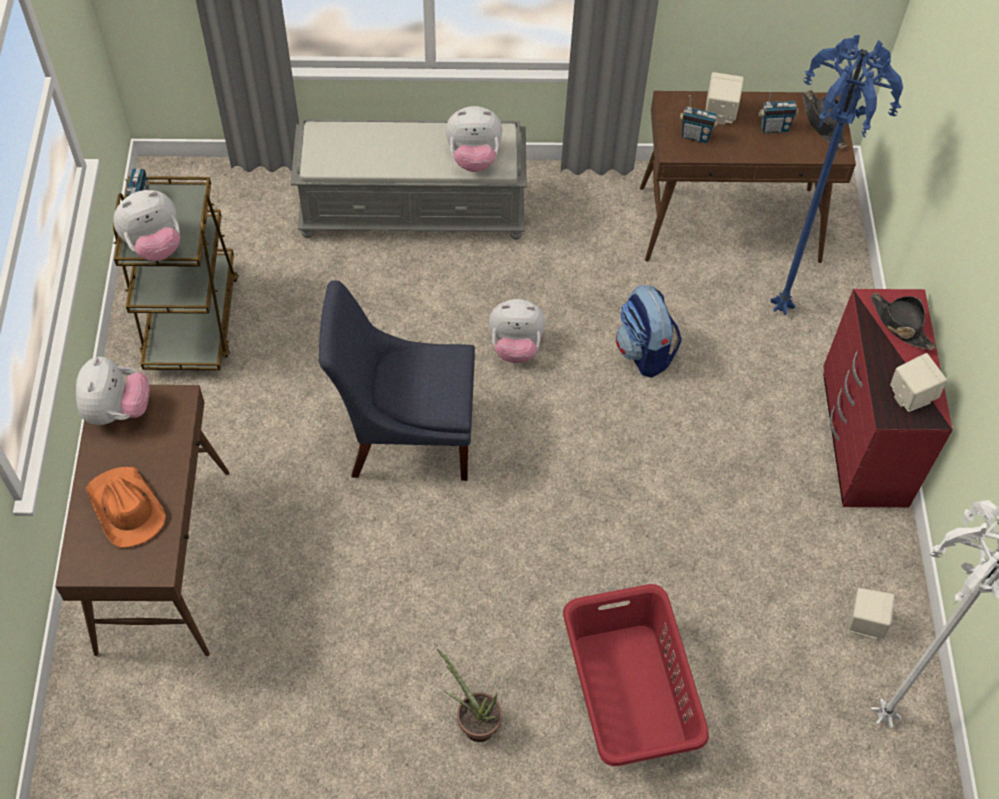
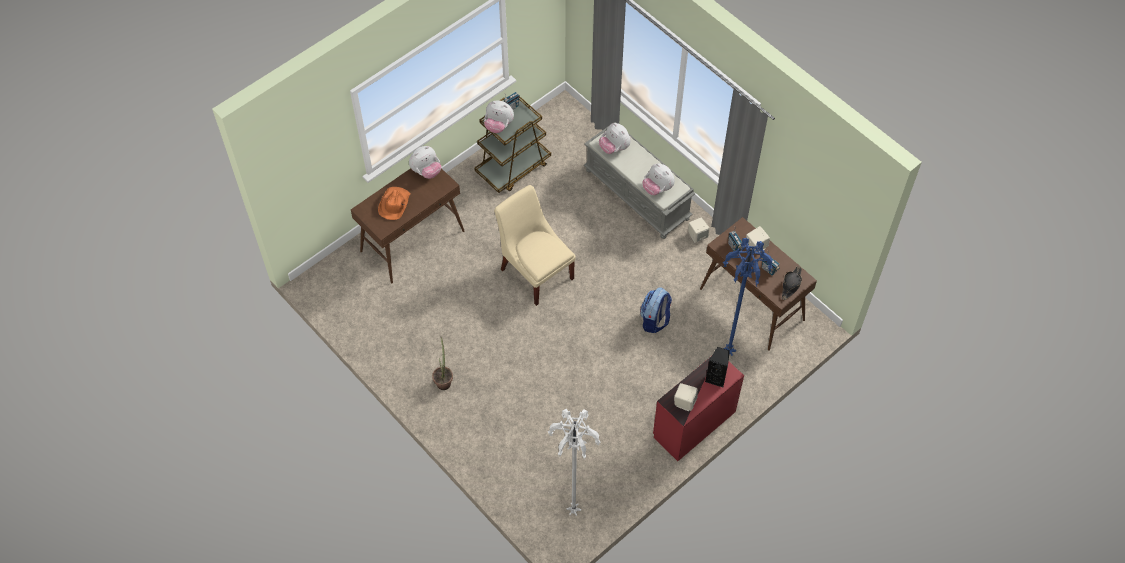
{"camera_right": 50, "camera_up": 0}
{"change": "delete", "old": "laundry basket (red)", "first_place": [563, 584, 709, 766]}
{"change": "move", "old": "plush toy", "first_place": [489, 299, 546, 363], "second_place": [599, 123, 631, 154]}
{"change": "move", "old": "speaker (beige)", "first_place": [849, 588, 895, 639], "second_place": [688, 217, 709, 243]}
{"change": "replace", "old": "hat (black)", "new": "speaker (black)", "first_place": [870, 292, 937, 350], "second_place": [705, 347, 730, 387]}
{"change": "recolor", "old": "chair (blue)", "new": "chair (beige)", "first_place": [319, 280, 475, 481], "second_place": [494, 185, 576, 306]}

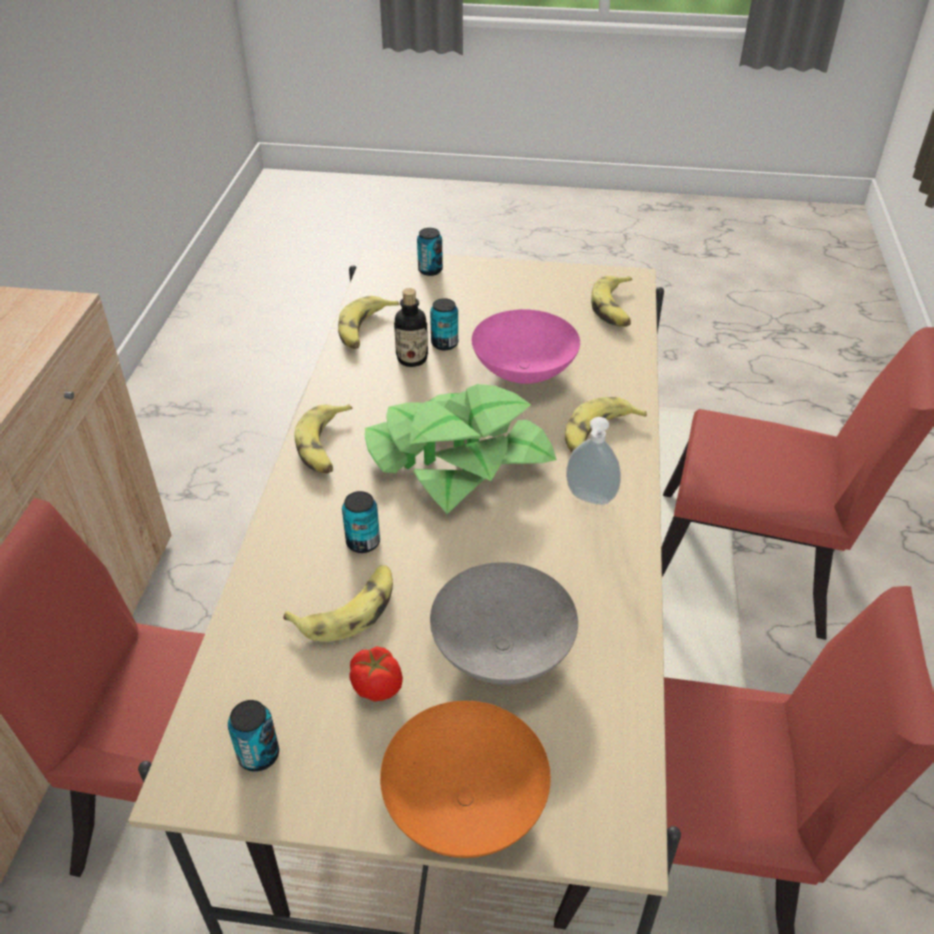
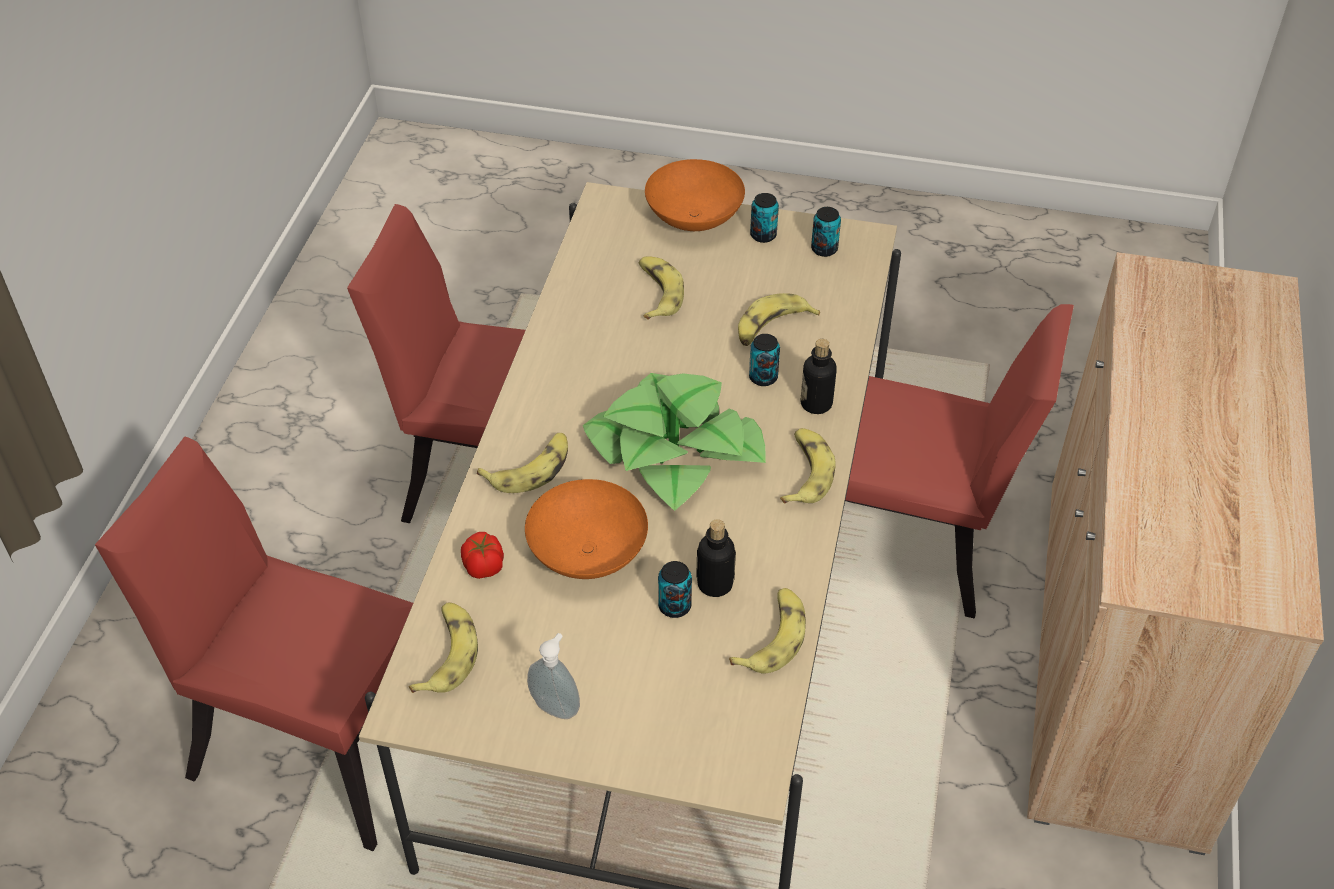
{"camera_right": -175, "camera_up": 5}
{"change": "insert", "new": "bottle", "second_place": [801, 339, 837, 414]}
{"change": "move", "old": "tomato", "first_place": [349, 646, 403, 702], "second_place": [461, 532, 504, 579]}
{"change": "move", "old": "can", "first_place": [417, 228, 443, 276], "second_place": [750, 193, 779, 243]}
{"change": "move", "old": "soap dispenser", "first_place": [566, 417, 621, 505], "second_place": [527, 633, 580, 719]}
{"change": "replace", "old": "bowl (grey)", "new": "banana", "first_place": [430, 562, 578, 685], "second_place": [639, 256, 684, 320]}
{"change": "recolor", "old": "bowl (pink)", "new": "bowl (orange)", "first_place": [472, 309, 580, 384], "second_place": [525, 479, 648, 579]}

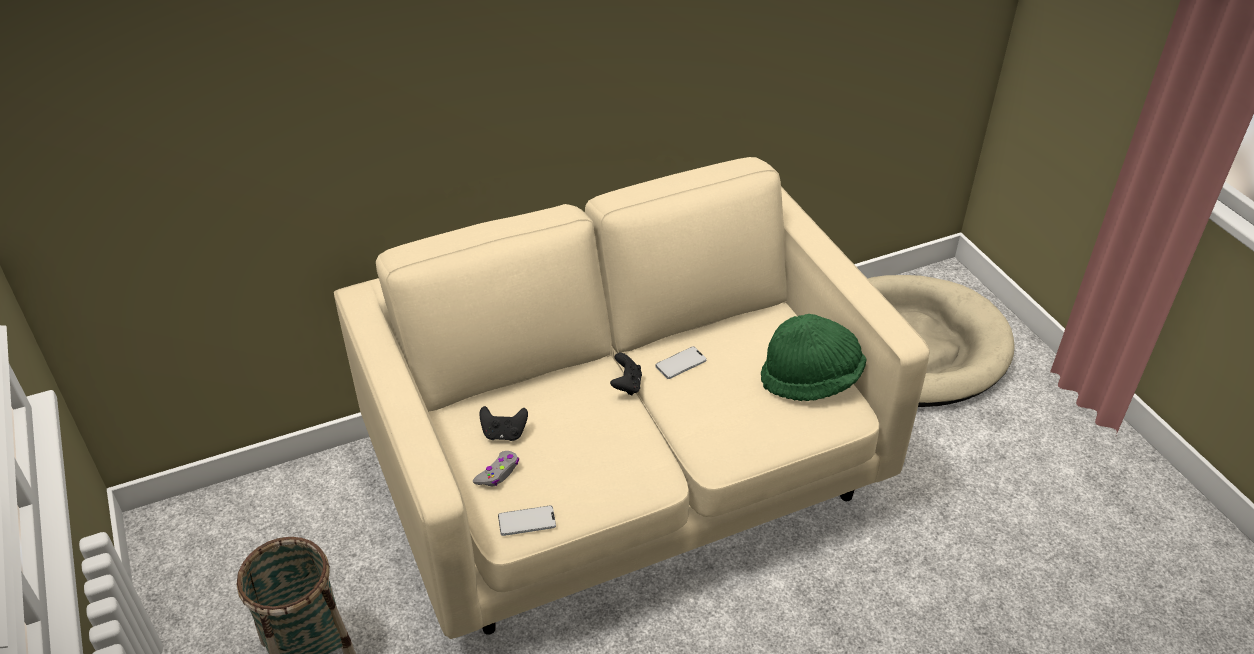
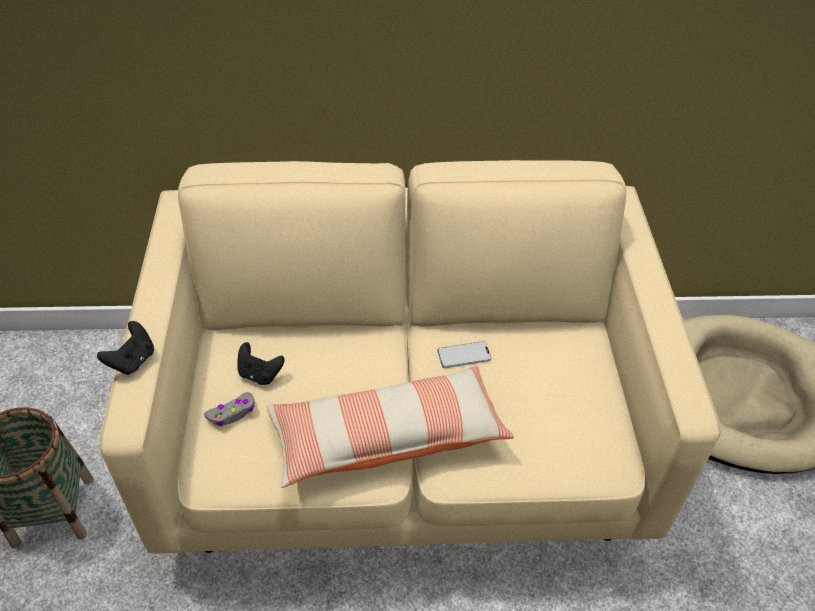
{"camera_right": 20, "camera_up": 5}
{"change": "delete", "old": "phone", "first_place": [498, 506, 556, 536]}
{"change": "delete", "old": "hat (green)", "first_place": [761, 314, 866, 401]}
{"change": "insert", "new": "pillow", "second_place": [267, 366, 514, 488]}
{"change": "move", "old": "game controller (black)", "first_place": [610, 353, 642, 395], "second_place": [97, 321, 154, 375]}

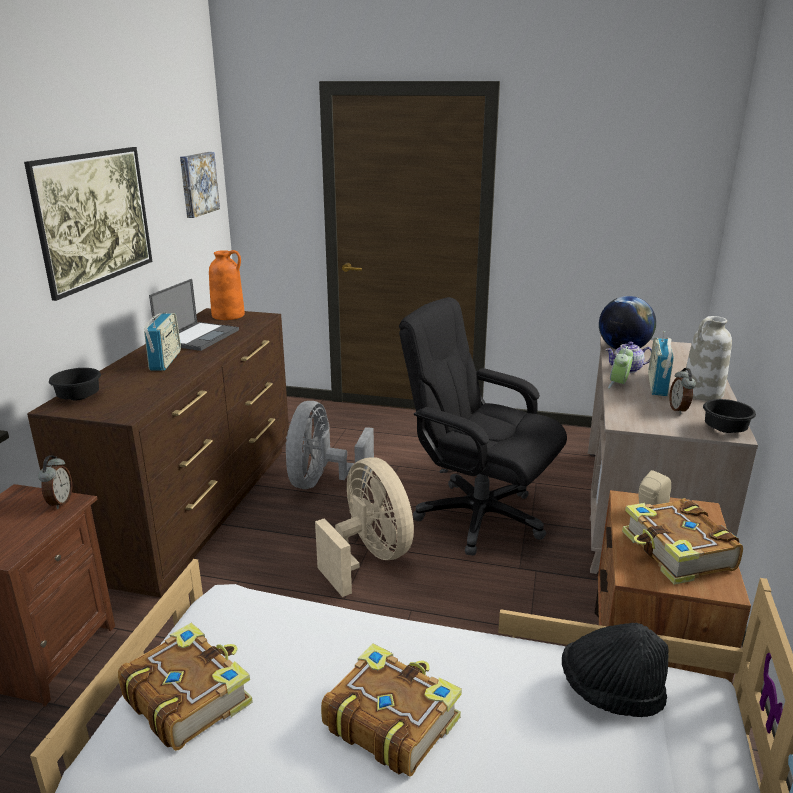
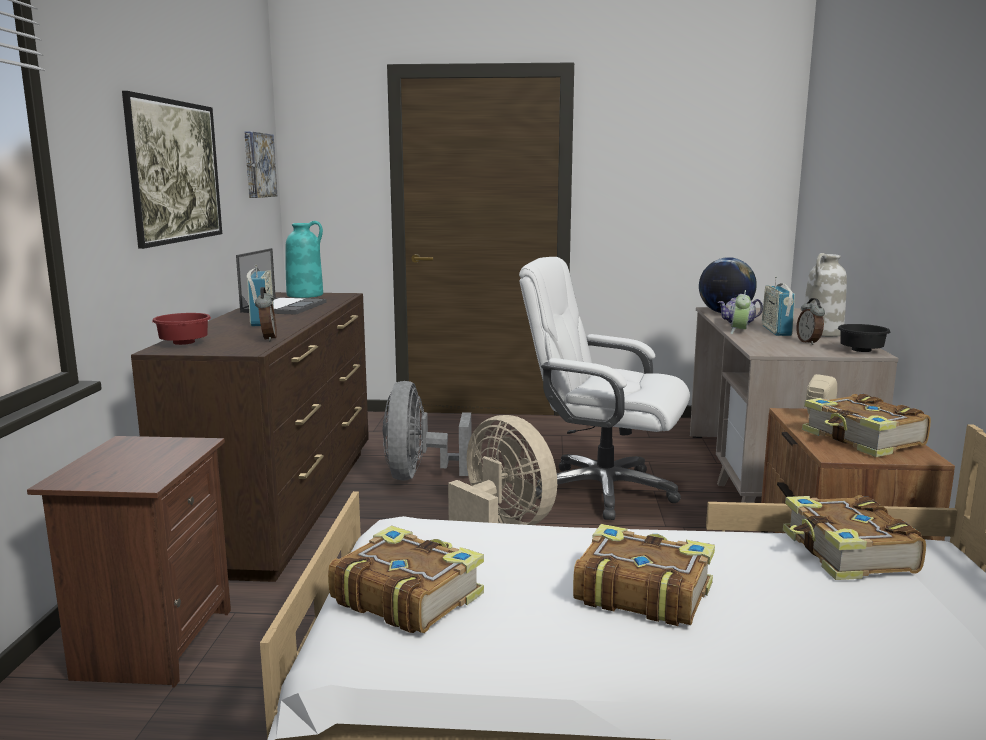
{"camera_right": -10, "camera_up": -10}
{"change": "move", "old": "alarm clock", "first_place": [38, 455, 72, 509], "second_place": [255, 287, 277, 341]}
{"change": "replace", "old": "hat (black)", "new": "book", "first_place": [562, 623, 669, 717], "second_place": [783, 495, 926, 580]}
{"change": "recolor", "old": "bowl (black)", "new": "bowl (red)", "first_place": [49, 368, 101, 400], "second_place": [152, 313, 211, 345]}
{"change": "recolor", "old": "vase (orange)", "new": "vase (turquoise)", "first_place": [209, 250, 245, 320], "second_place": [286, 221, 323, 298]}
{"change": "recolor", "old": "office chair (black)", "new": "office chair (white)", "first_place": [399, 297, 567, 556], "second_place": [519, 257, 690, 520]}

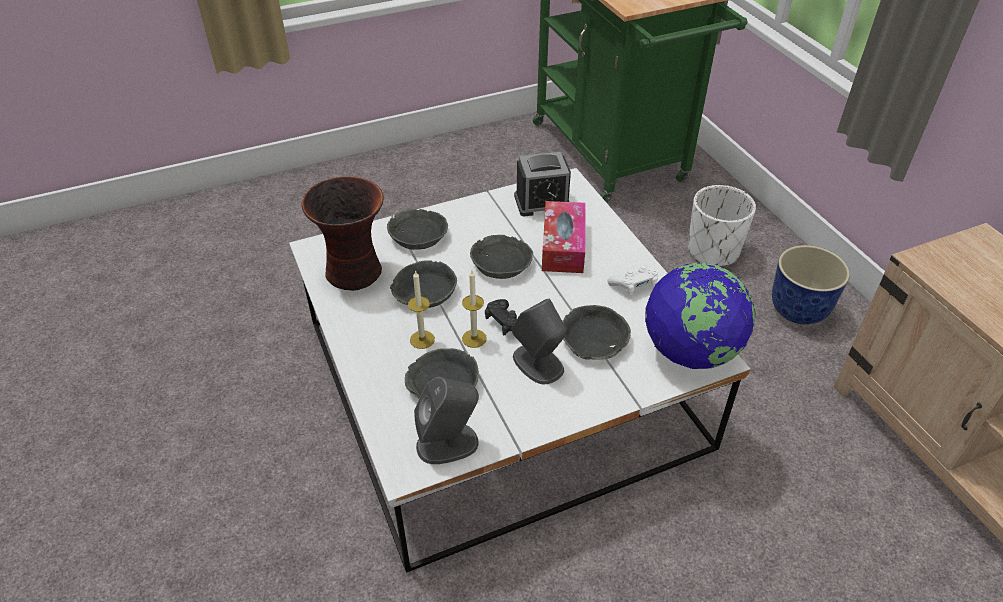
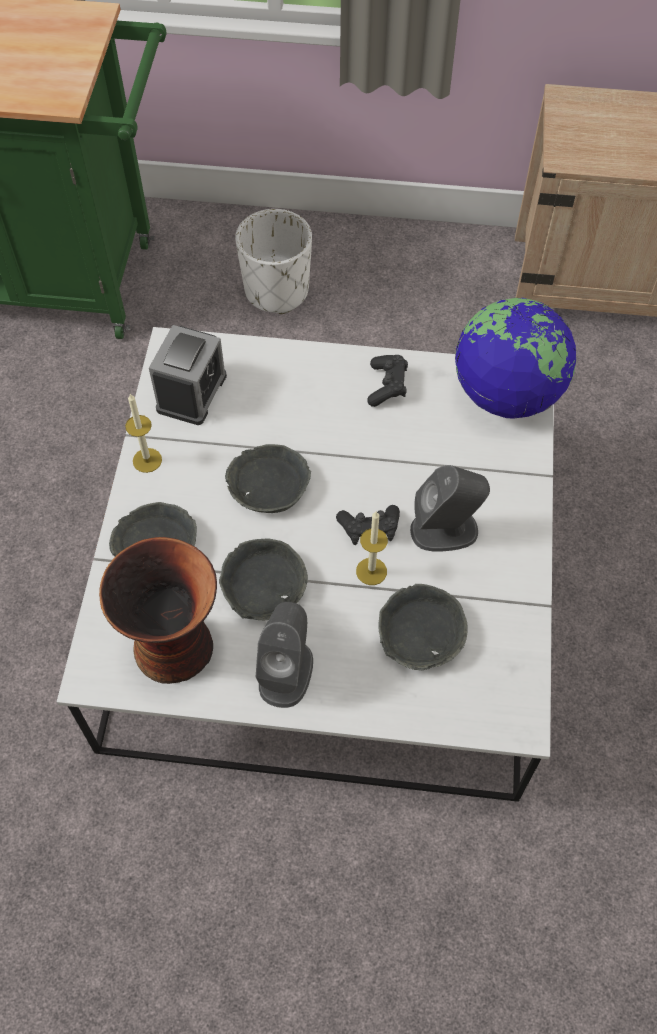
{"camera_right": -60, "camera_up": 15}
{"change": "delete", "old": "tissue box", "first_place": [542, 201, 586, 273]}
{"change": "delete", "old": "bowl (grey)", "first_place": [562, 305, 631, 360]}
{"change": "delete", "old": "planter", "first_place": [772, 245, 850, 325]}
{"change": "move", "old": "candle", "first_place": [408, 270, 435, 349], "second_place": [125, 394, 162, 473]}
{"change": "move", "old": "speaker (grey)", "first_place": [414, 377, 479, 464], "second_place": [256, 602, 313, 708]}
{"change": "recolor", "old": "game controller (white)", "new": "game controller (black)", "first_place": [608, 265, 658, 295], "second_place": [367, 355, 408, 407]}

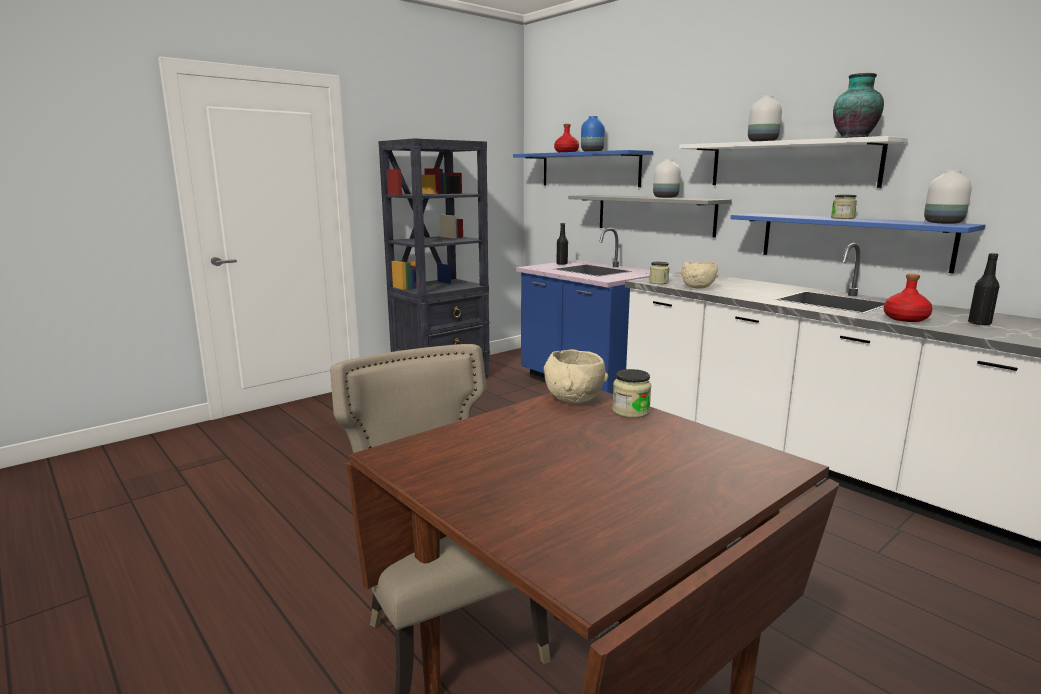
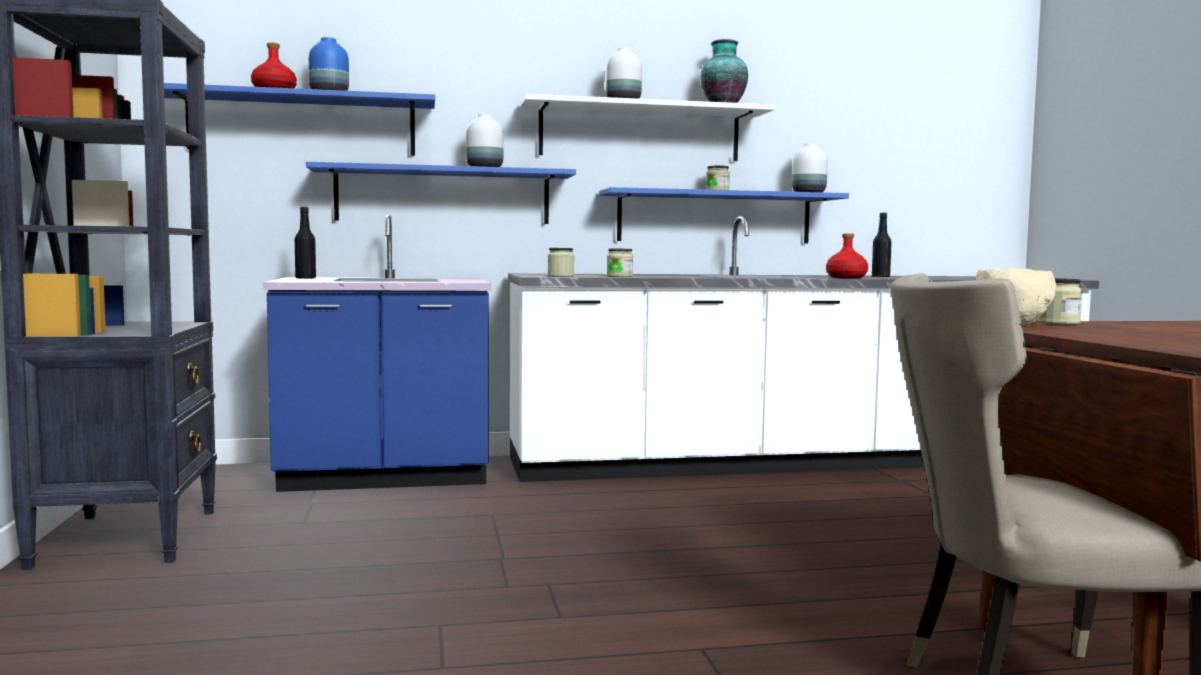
{"camera_right": -60, "camera_up": -10}
{"change": "replace", "old": "bowl (beige)", "new": "jar", "first_place": [680, 262, 719, 289], "second_place": [607, 248, 633, 277]}
{"change": "recolor", "old": "shelf (grey)", "new": "shelf (blue)", "first_place": [568, 195, 732, 238], "second_place": [306, 162, 576, 224]}

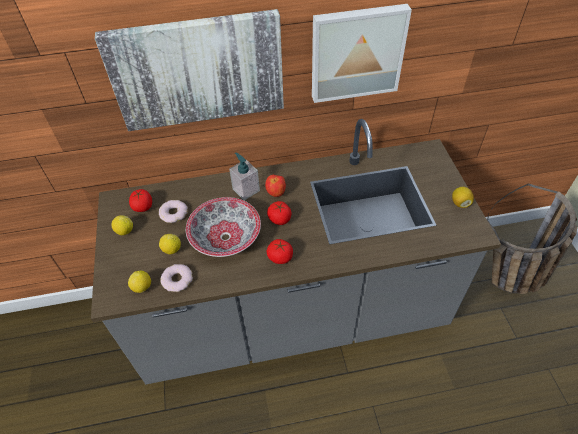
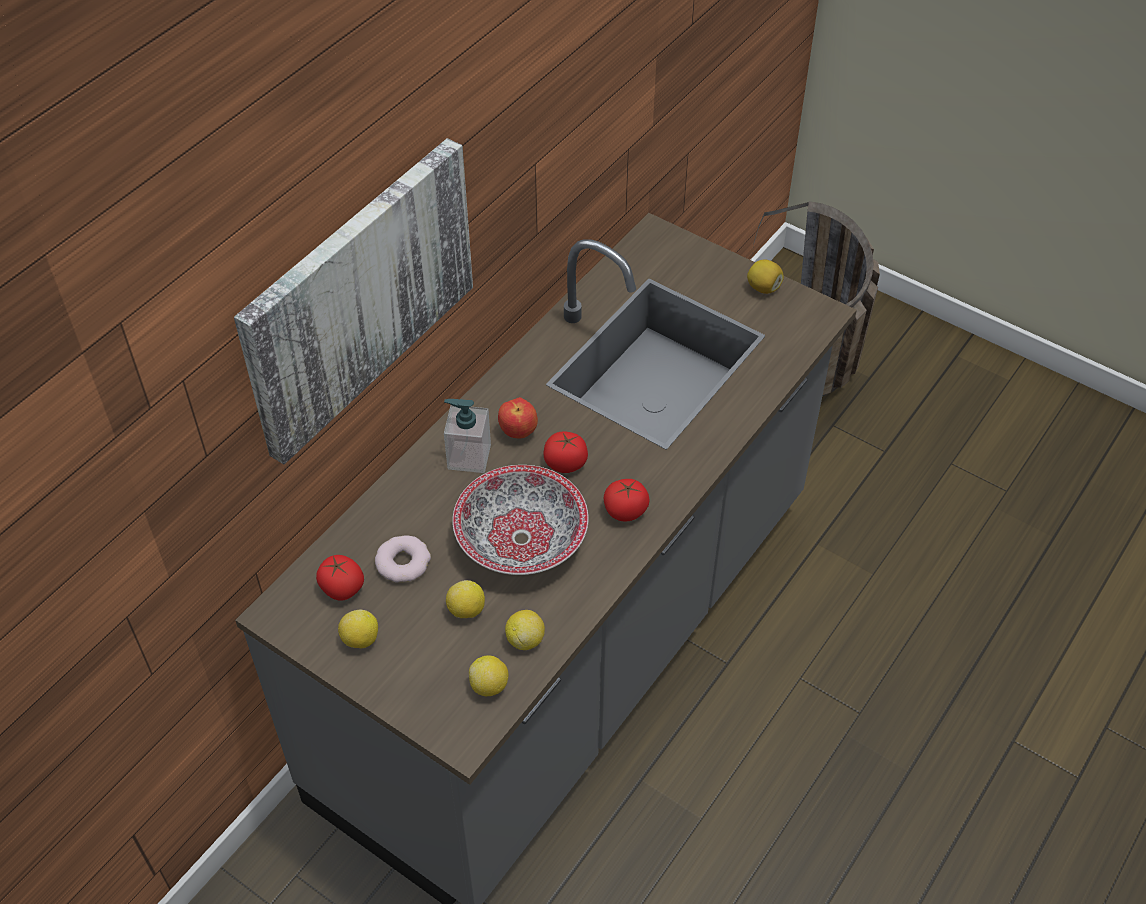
{"camera_right": -45, "camera_up": 0}
{"change": "delete", "old": "picture", "first_place": [312, 4, 412, 103]}
{"change": "replace", "old": "donut", "new": "lemon", "first_place": [161, 264, 193, 292], "second_place": [505, 610, 545, 650]}

